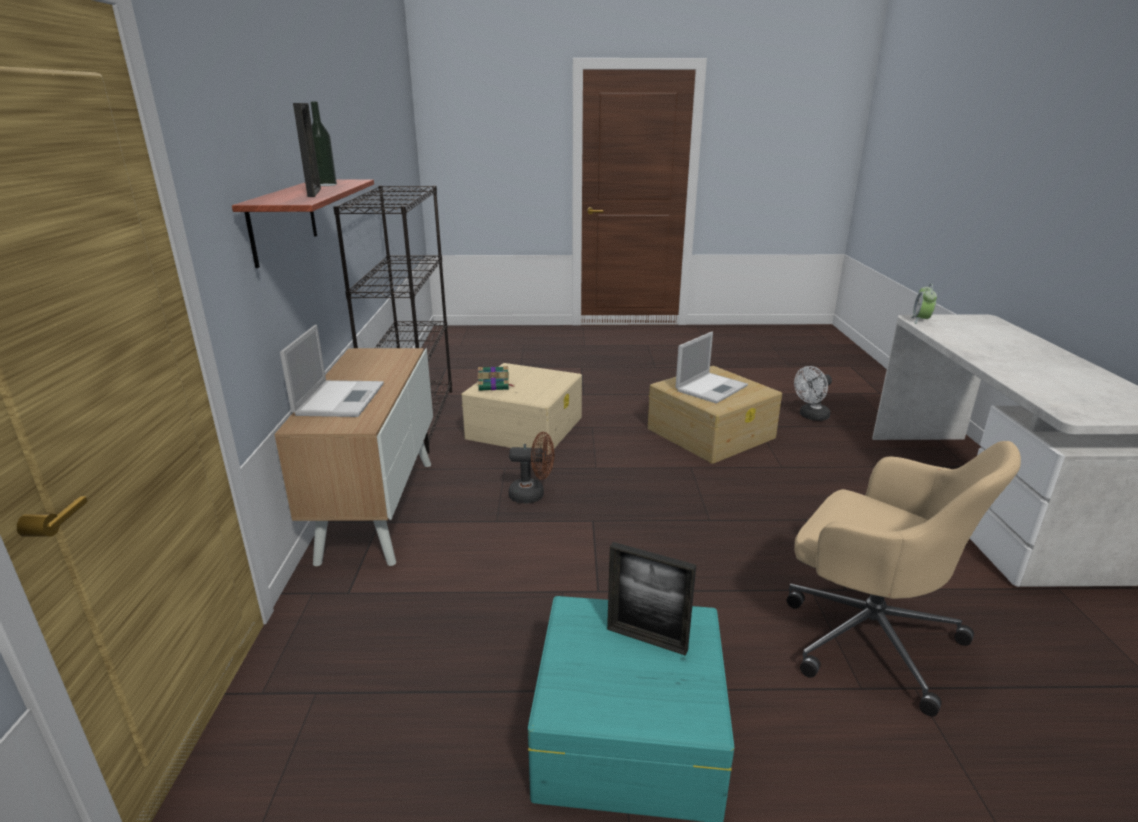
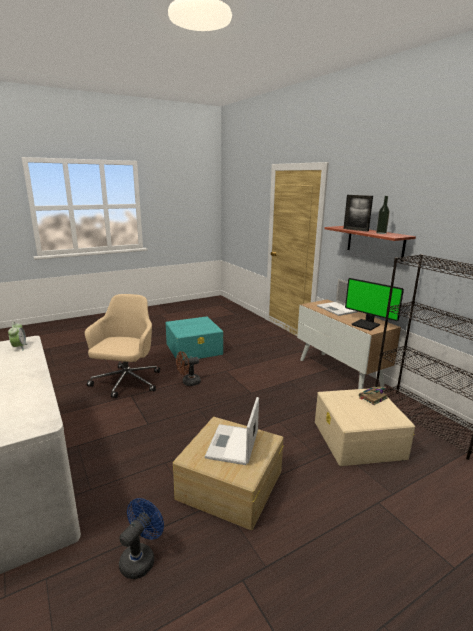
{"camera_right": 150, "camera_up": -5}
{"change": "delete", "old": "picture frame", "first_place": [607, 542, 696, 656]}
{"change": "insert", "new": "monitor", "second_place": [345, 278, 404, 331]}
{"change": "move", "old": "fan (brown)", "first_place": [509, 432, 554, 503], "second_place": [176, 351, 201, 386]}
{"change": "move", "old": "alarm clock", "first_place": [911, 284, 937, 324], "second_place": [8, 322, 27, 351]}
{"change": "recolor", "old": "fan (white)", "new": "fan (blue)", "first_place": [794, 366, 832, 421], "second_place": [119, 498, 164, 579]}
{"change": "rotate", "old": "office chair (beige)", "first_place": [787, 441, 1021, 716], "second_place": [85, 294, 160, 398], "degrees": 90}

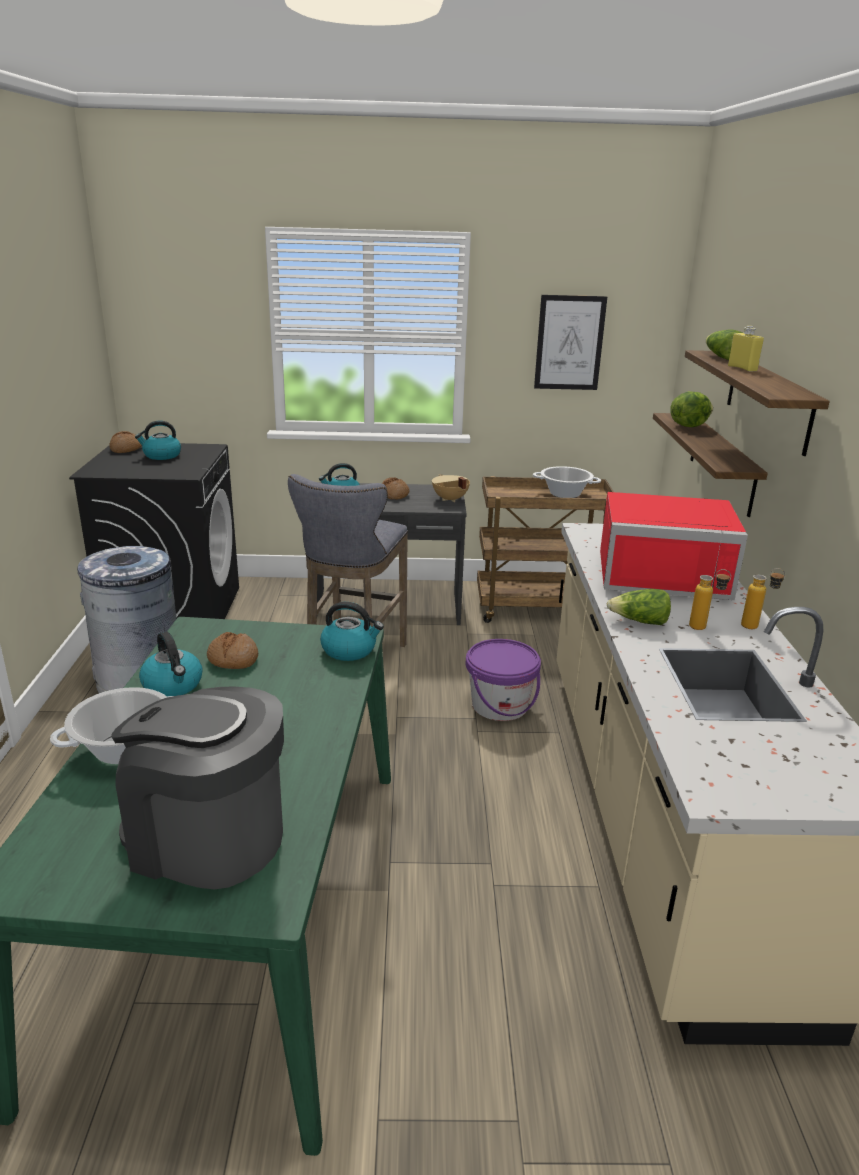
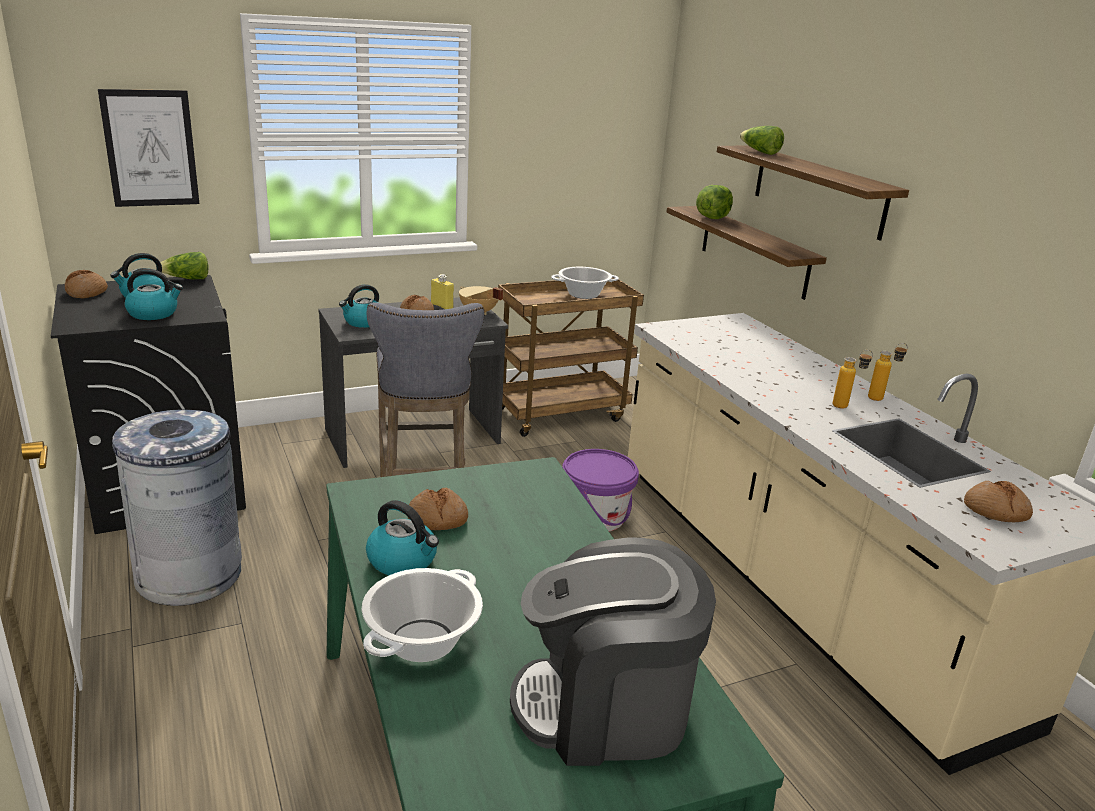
{"camera_right": -25, "camera_up": 0}
{"change": "delete", "old": "microwave (red)", "first_place": [600, 492, 748, 600]}
{"change": "insert", "new": "bread", "second_place": [964, 481, 1033, 522]}
{"change": "move", "old": "kettle", "first_place": [320, 602, 384, 661], "second_place": [124, 269, 183, 320]}
{"change": "move", "old": "picture", "first_place": [534, 295, 607, 390], "second_place": [98, 89, 199, 207]}
{"change": "move", "old": "lettuce", "first_place": [607, 589, 671, 625], "second_place": [160, 252, 208, 279]}
{"change": "move", "old": "bottle (yellow)", "first_place": [728, 326, 764, 372], "second_place": [431, 274, 454, 309]}

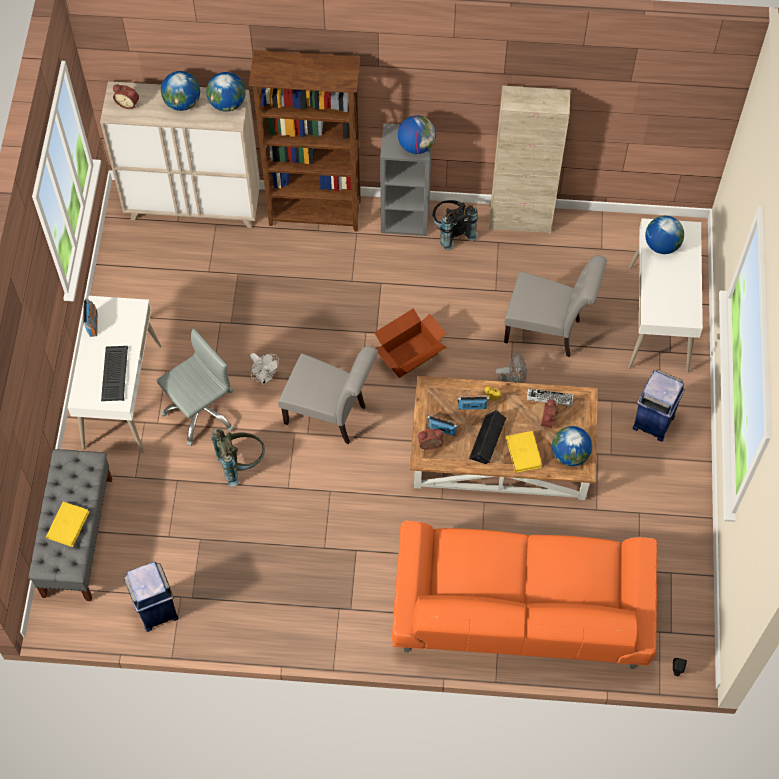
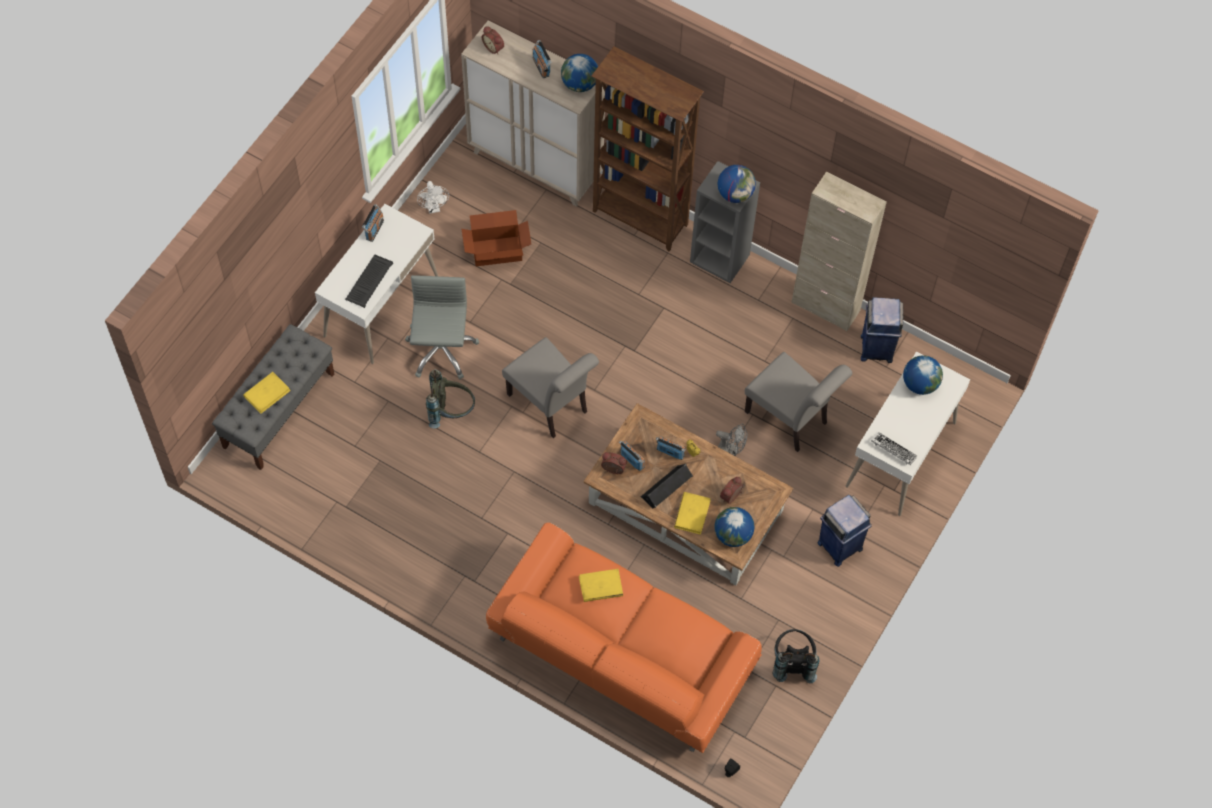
{"camera_right": 25, "camera_up": 0}
{"change": "insert", "new": "book (yellow)", "second_place": [579, 569, 623, 602]}
{"change": "move", "old": "trash can (blue)", "first_place": [124, 561, 178, 632], "second_place": [861, 297, 903, 363]}
{"change": "move", "old": "fan (white)", "first_place": [250, 353, 279, 385], "second_place": [417, 181, 449, 214]}
{"change": "move", "old": "cardboard box", "first_place": [374, 308, 447, 378], "second_place": [462, 210, 531, 266]}
{"change": "move", "old": "backpack (black)", "first_place": [432, 200, 478, 250], "second_place": [773, 629, 819, 683]}
{"change": "move", "old": "keyboard", "first_place": [527, 388, 573, 406], "second_place": [871, 432, 918, 465]}
{"change": "replace", "old": "globe", "new": "radio", "first_place": [161, 71, 200, 111], "second_place": [533, 40, 552, 78]}
{"change": "rotate", "old": "office chair (grey)", "first_place": [156, 328, 234, 446], "second_place": [405, 275, 479, 379], "degrees": -75}

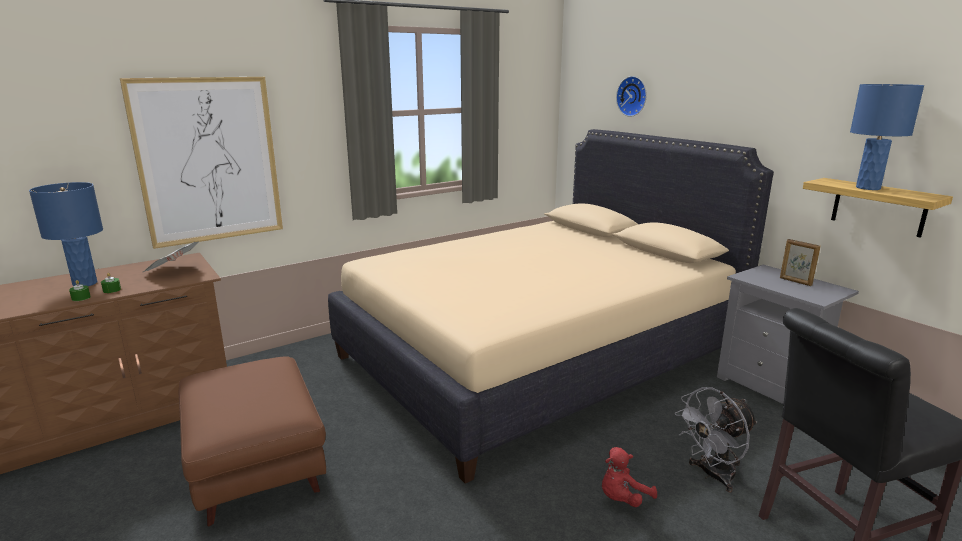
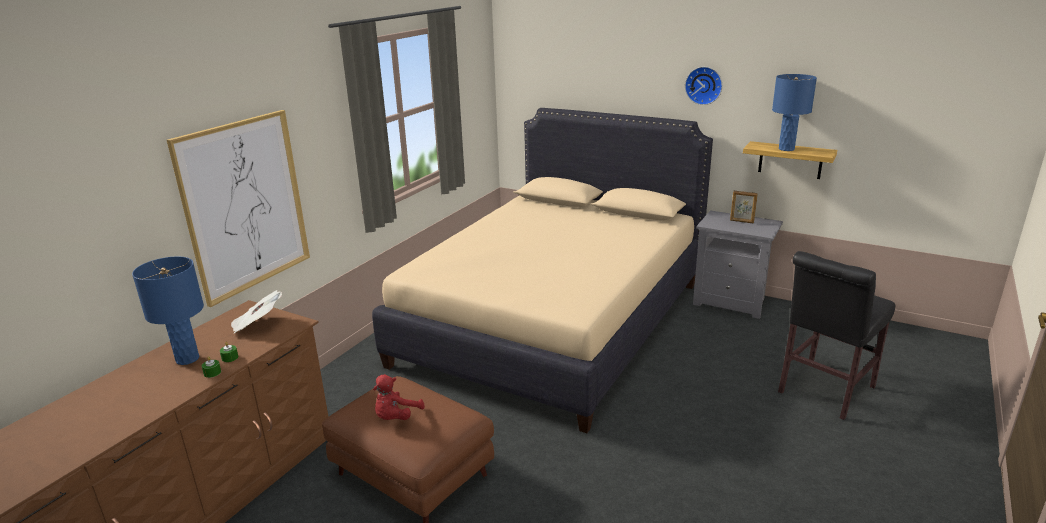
{"camera_right": -25, "camera_up": 5}
{"change": "delete", "old": "fan (grey)", "first_place": [675, 387, 757, 493]}
{"change": "move", "old": "plush toy (red)", "first_place": [602, 447, 657, 507], "second_place": [373, 374, 425, 420]}
{"change": "move", "old": "wall clock", "first_place": [616, 76, 647, 117], "second_place": [685, 67, 722, 105]}

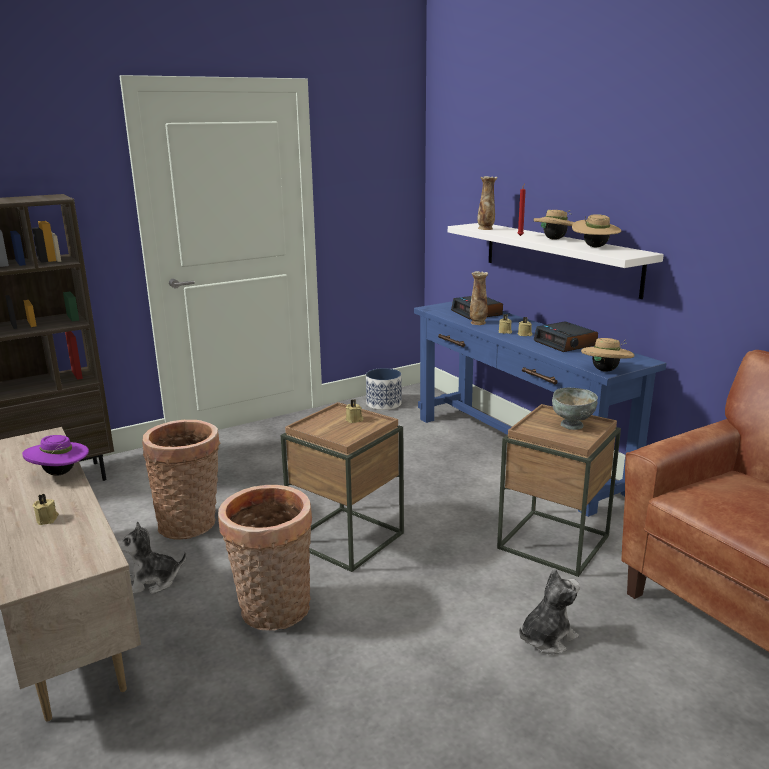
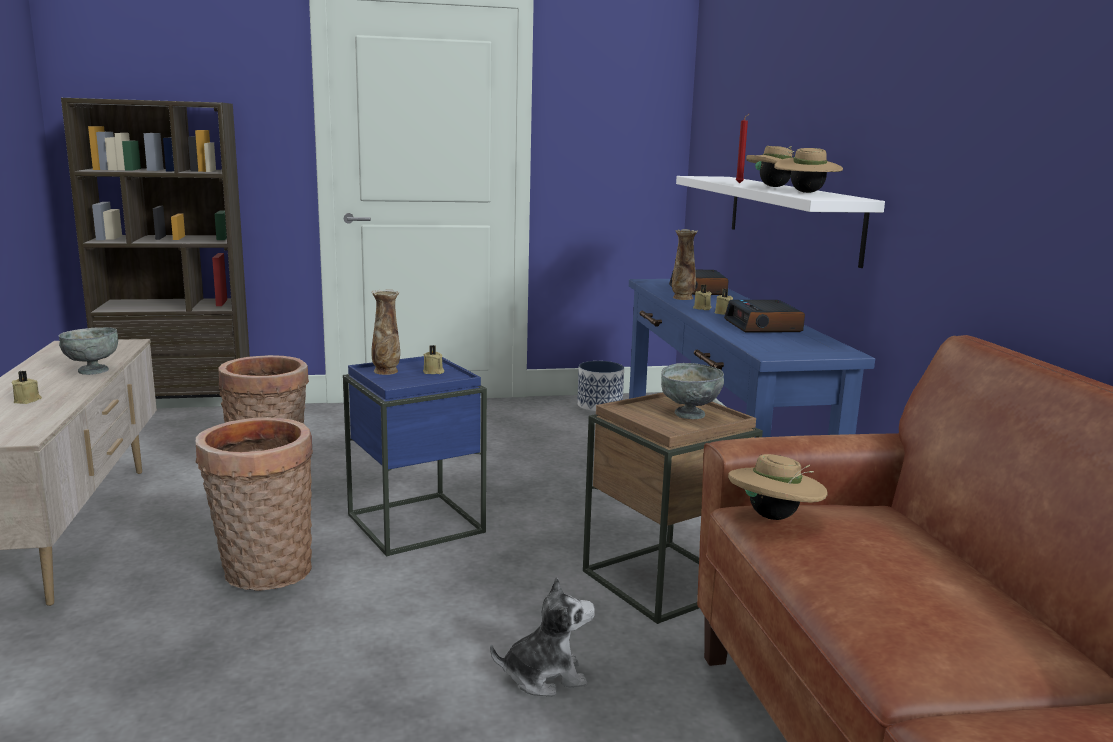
{"camera_right": 20, "camera_up": -5}
{"change": "delete", "old": "plush toy", "first_place": [117, 521, 187, 594]}
{"change": "move", "old": "vase", "first_place": [477, 176, 497, 230], "second_place": [371, 289, 400, 375]}
{"change": "move", "old": "hat (beige)", "first_place": [581, 338, 634, 372], "second_place": [728, 454, 828, 520]}
{"change": "replace", "old": "hat (purple)", "new": "bowl (grey)", "first_place": [22, 435, 89, 476], "second_place": [59, 327, 118, 375]}
{"change": "recolor", "old": "side table (brown)", "new": "side table (blue)", "first_place": [281, 402, 404, 572], "second_place": [343, 356, 487, 557]}

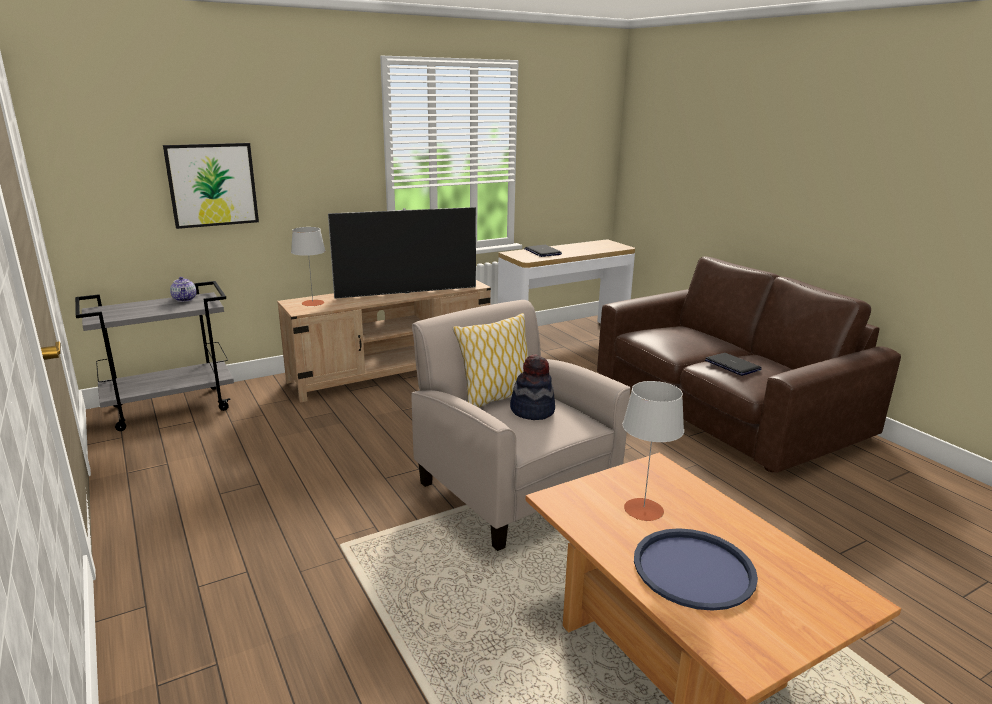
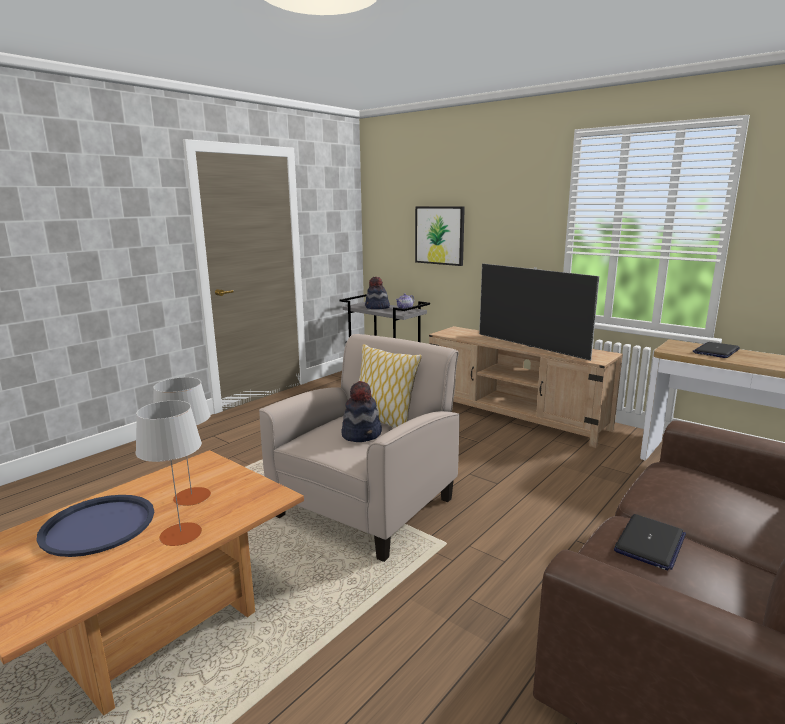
{"camera_right": 70, "camera_up": -5}
{"change": "insert", "new": "hat", "second_place": [365, 277, 390, 309]}
{"change": "move", "old": "table lamp (grey)", "first_place": [291, 227, 325, 306], "second_place": [135, 400, 202, 546]}

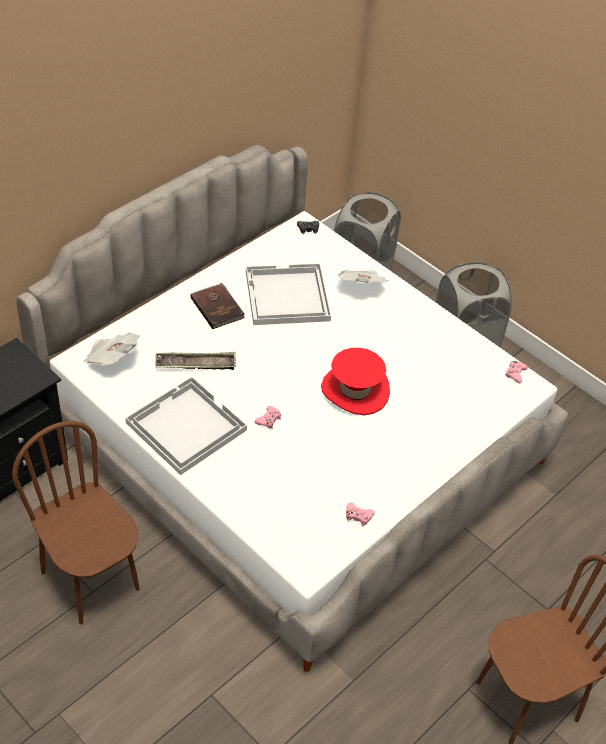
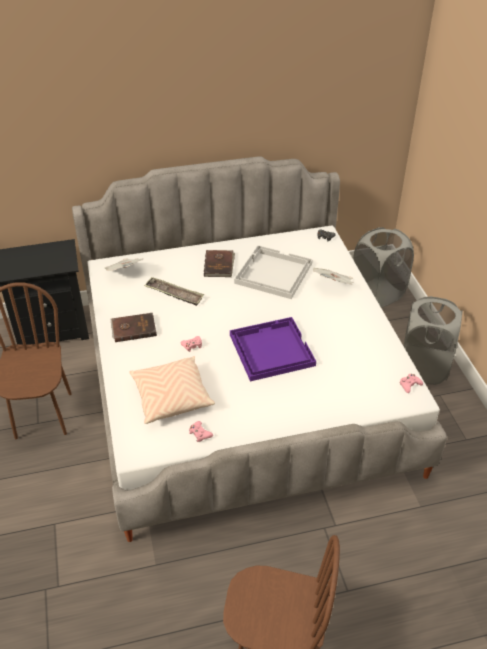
{"camera_right": 35, "camera_up": -5}
{"change": "insert", "new": "pillow (beige)", "second_place": [129, 356, 215, 424]}
{"change": "replace", "old": "tray (white)", "new": "book (brown)", "first_place": [125, 377, 247, 475], "second_place": [111, 313, 157, 342]}
{"change": "replace", "old": "hat (red)", "new": "tray (purple)", "first_place": [321, 348, 390, 415], "second_place": [230, 317, 316, 381]}

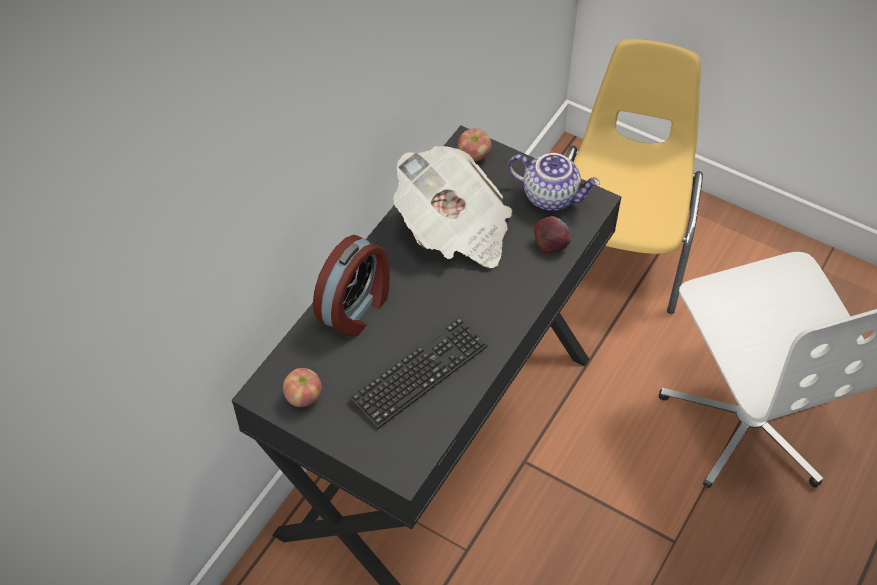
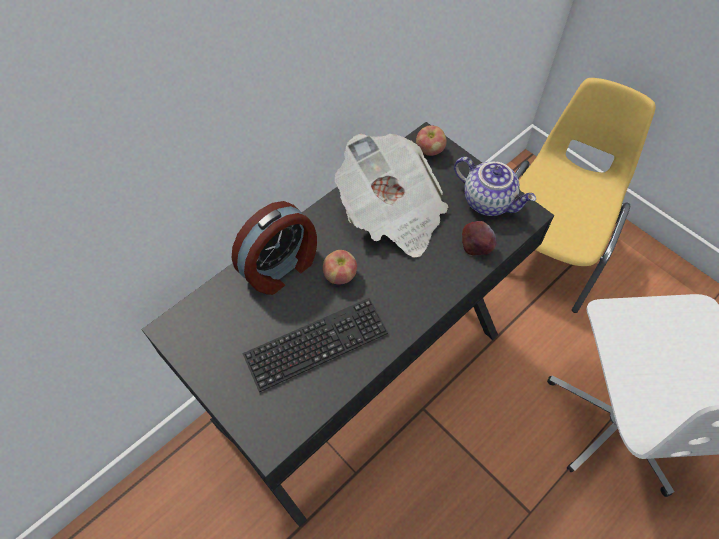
{"camera_right": 15, "camera_up": 5}
{"change": "move", "old": "apple", "first_place": [283, 368, 322, 407], "second_place": [323, 250, 357, 284]}

